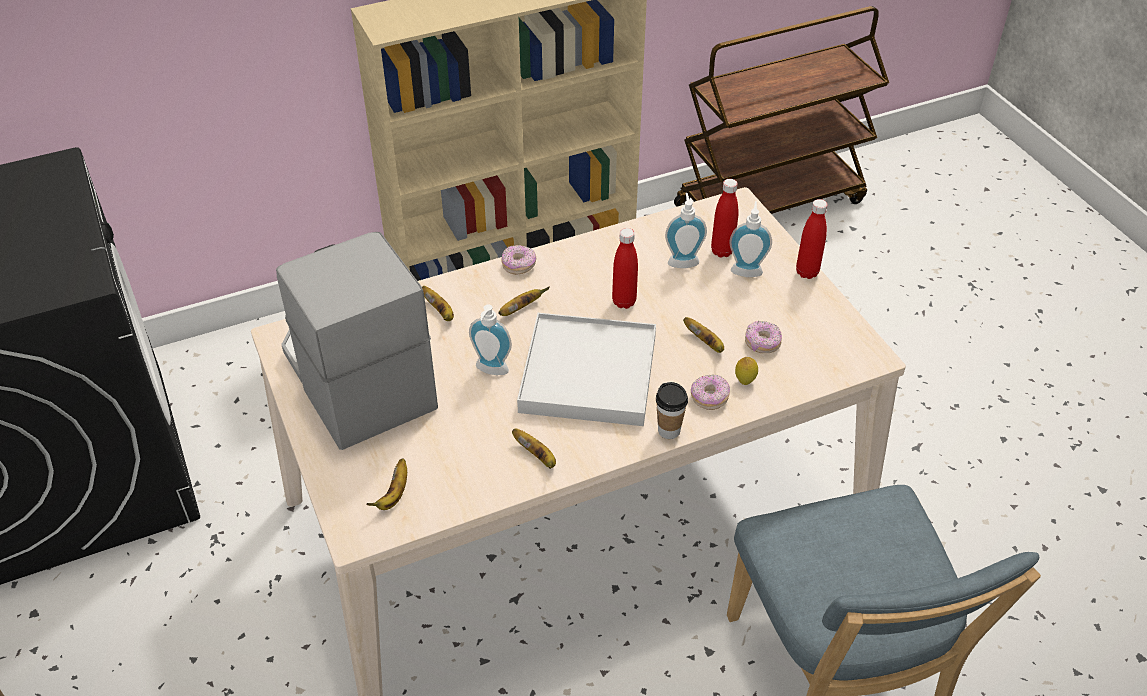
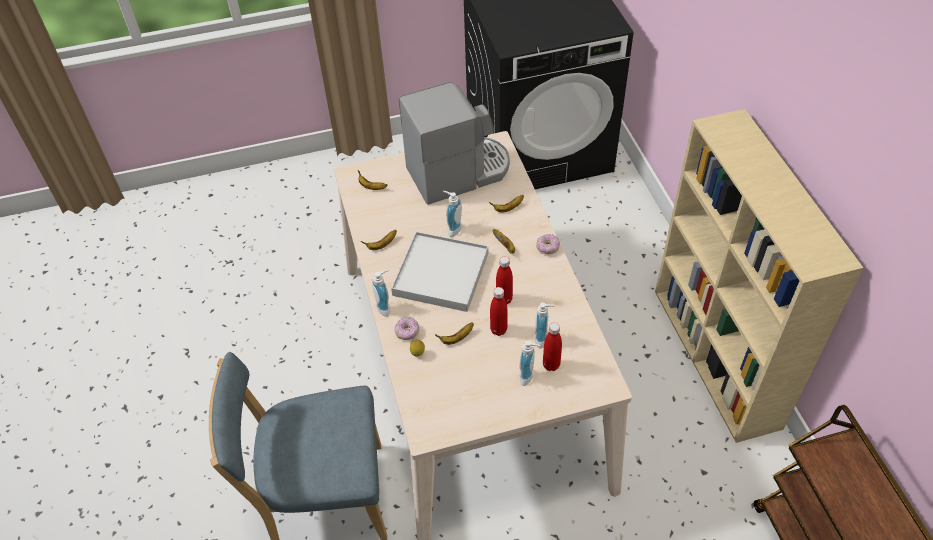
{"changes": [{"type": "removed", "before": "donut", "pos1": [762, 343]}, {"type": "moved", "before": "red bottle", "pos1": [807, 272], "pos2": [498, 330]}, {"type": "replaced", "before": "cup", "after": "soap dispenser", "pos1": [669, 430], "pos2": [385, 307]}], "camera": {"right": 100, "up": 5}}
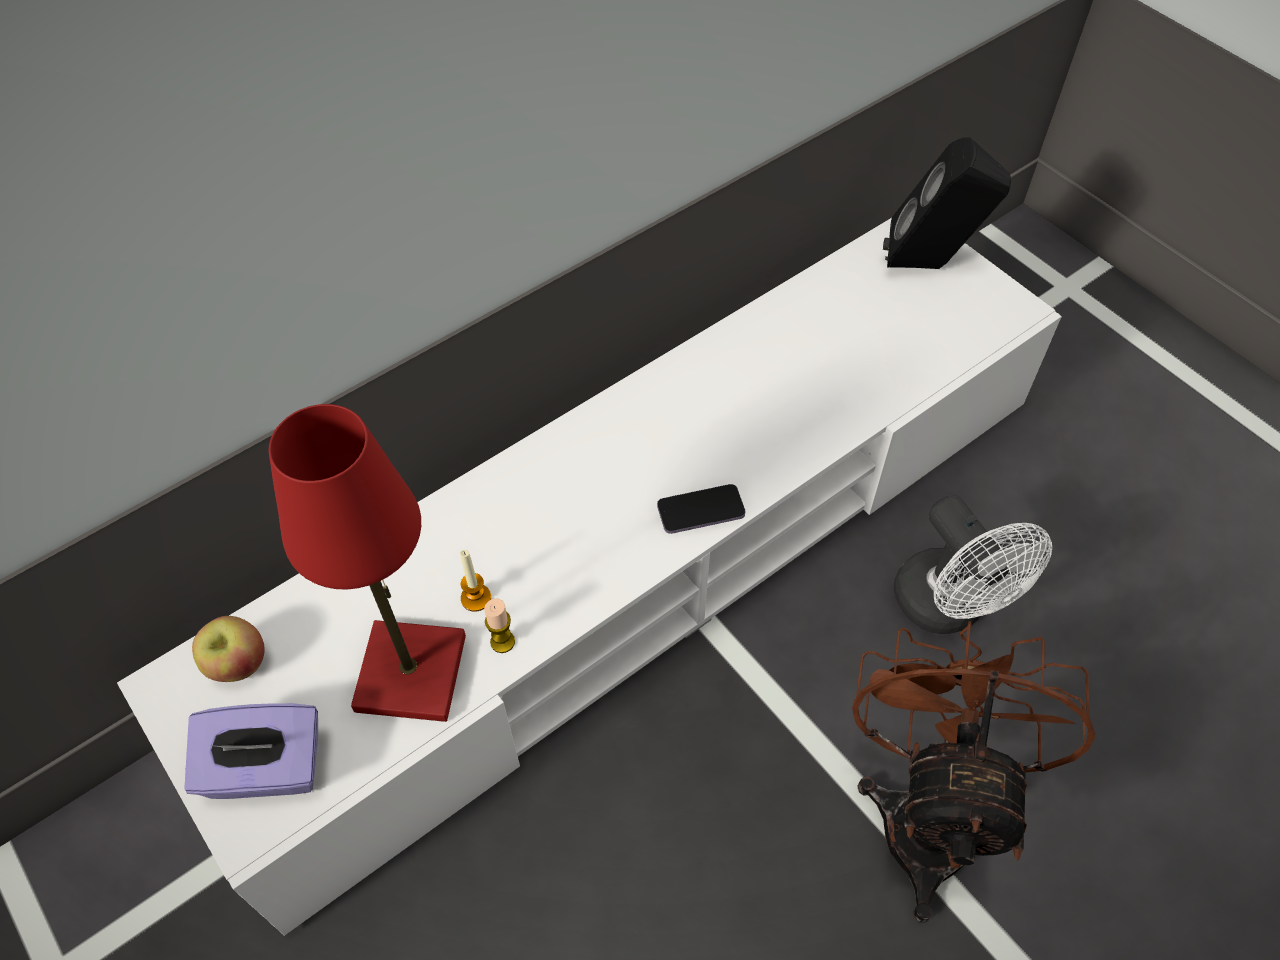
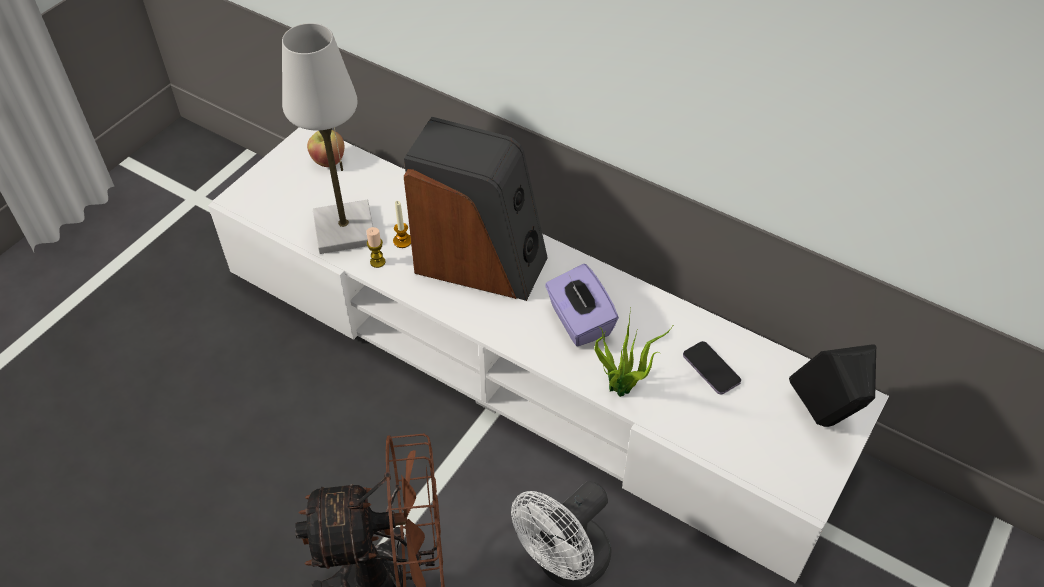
{"changes": [{"type": "added", "after": "speaker", "pos2": [481, 262]}, {"type": "added", "after": "potted plant", "pos2": [623, 389]}, {"type": "moved", "before": "purple tissue box", "pos1": [266, 769], "pos2": [579, 321]}, {"type": "moved", "before": "phone", "pos1": [701, 511], "pos2": [711, 369]}, {"type": "recoloured", "before": "red table lamp", "after": "white table lamp", "pos1": [410, 673], "pos2": [345, 229]}], "camera": {"right": 70, "up": -5}}
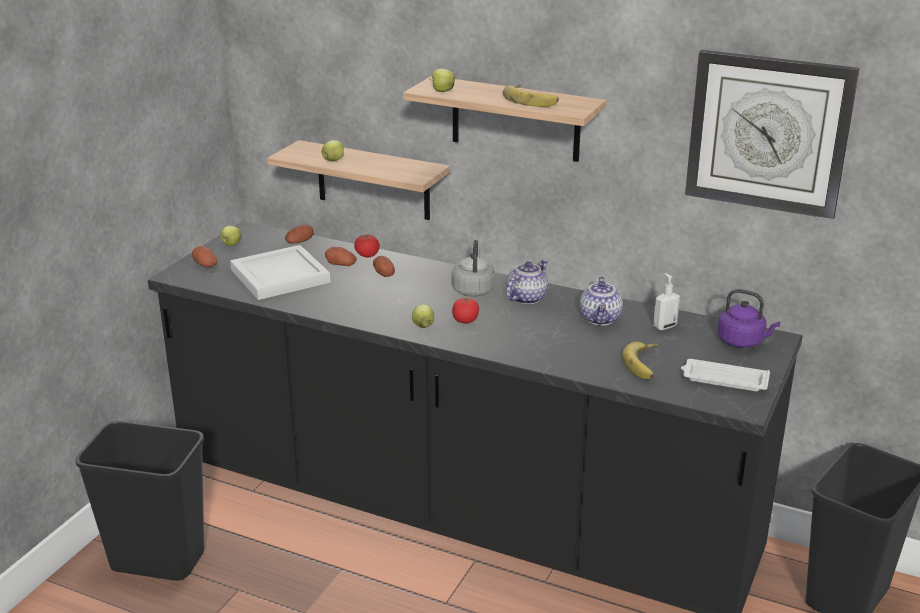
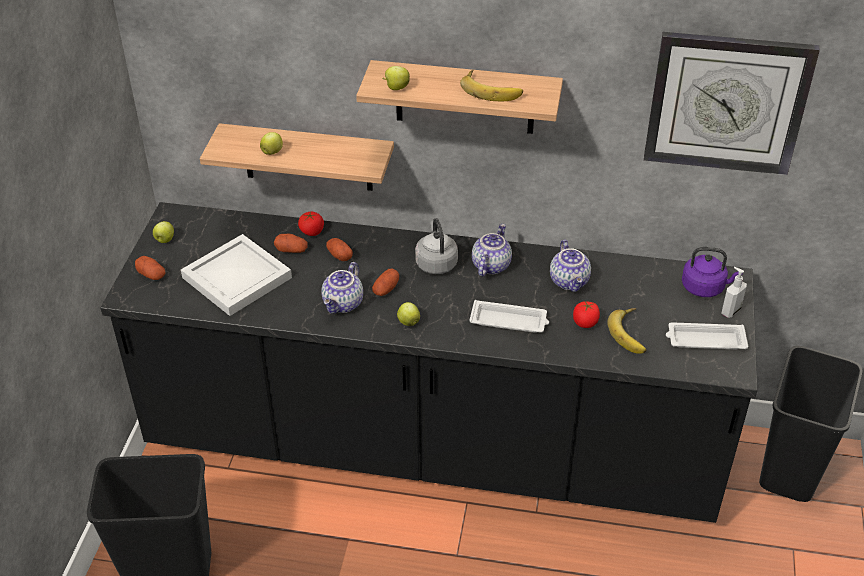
{"changes": [{"type": "added", "after": "teapot", "pos2": [344, 304]}, {"type": "added", "after": "white tray", "pos2": [509, 321]}, {"type": "moved", "before": "potato", "pos1": [299, 242], "pos2": [386, 289]}, {"type": "moved", "before": "tomato", "pos1": [465, 320], "pos2": [585, 322]}, {"type": "moved", "before": "soap dispenser", "pos1": [664, 326], "pos2": [730, 311]}], "camera": {"right": -15, "up": 15}}
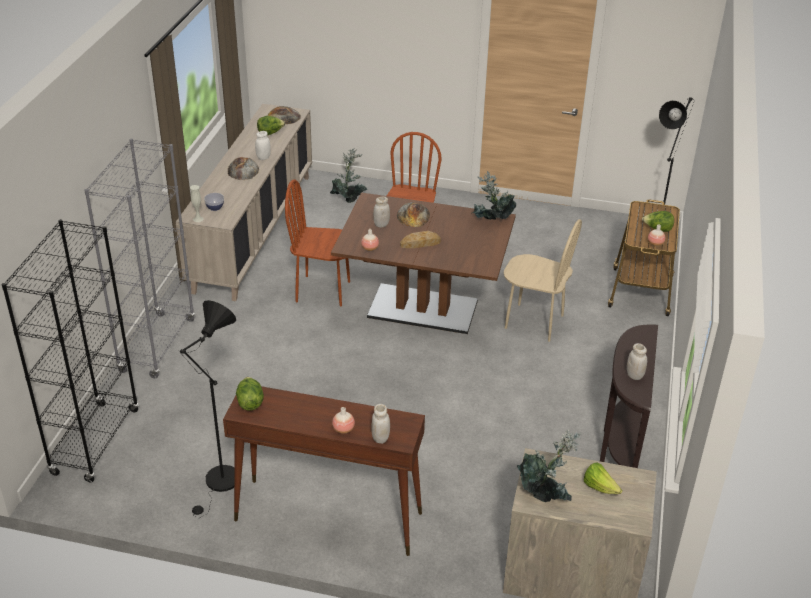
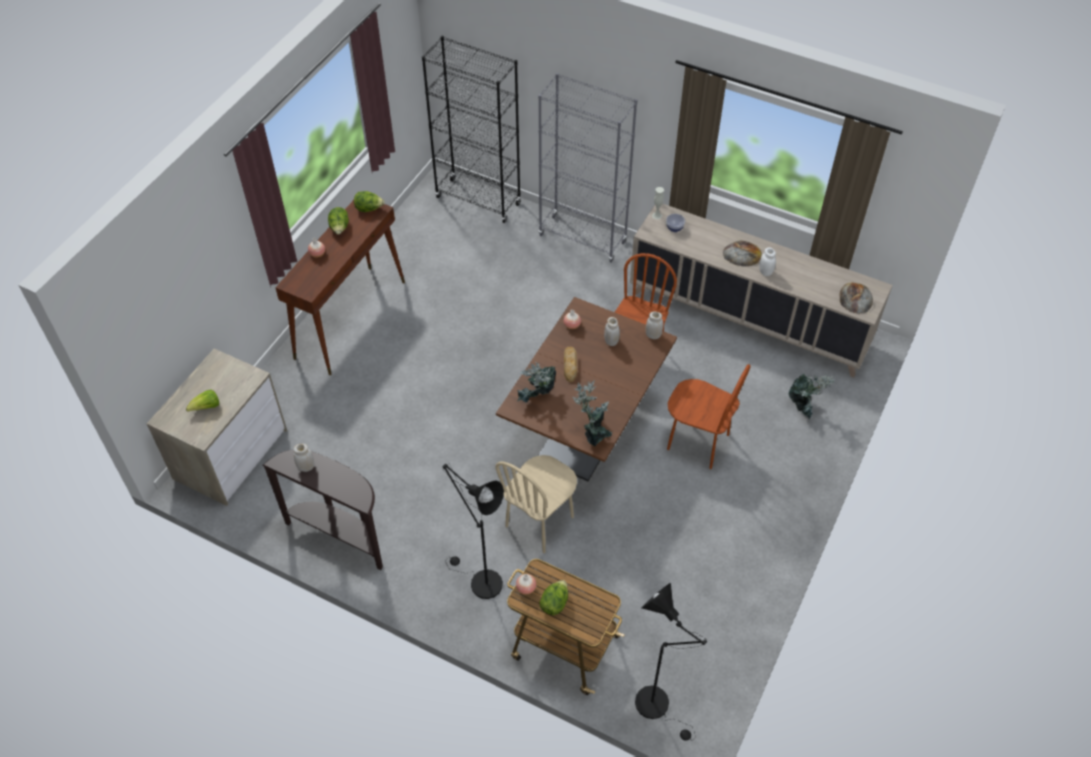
{"changes": [{"type": "removed", "before": "bread", "pos1": [413, 215]}, {"type": "moved", "before": "black floor lamp", "pos1": [220, 484], "pos2": [480, 581]}, {"type": "moved", "before": "lettuce", "pos1": [270, 133], "pos2": [340, 228]}, {"type": "moved", "before": "white jar", "pos1": [380, 438], "pos2": [653, 335]}, {"type": "moved", "before": "potted plant", "pos1": [545, 494], "pos2": [537, 397]}], "camera": {"right": 105, "up": 15}}
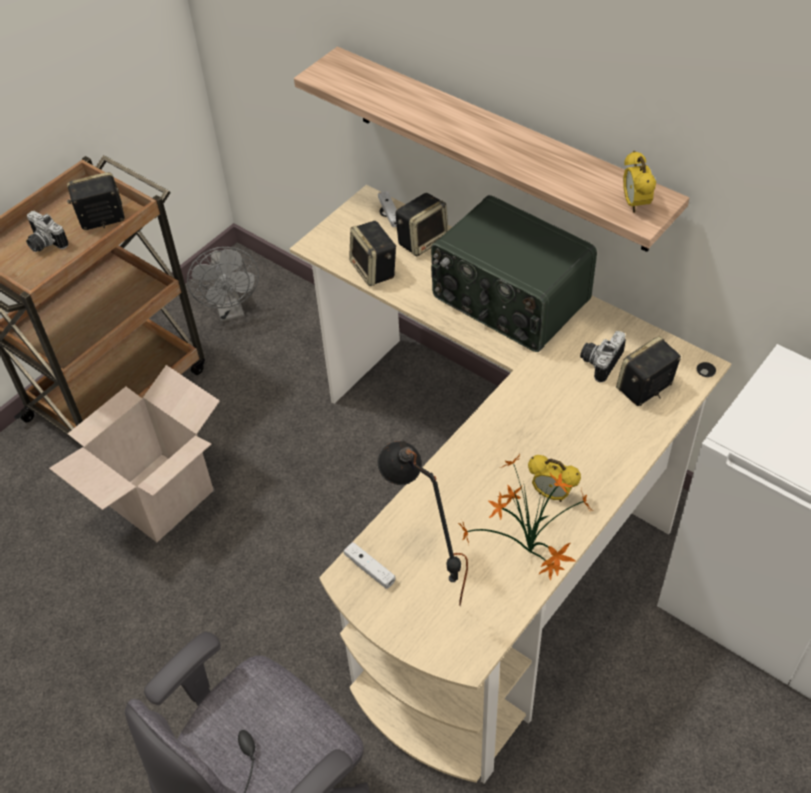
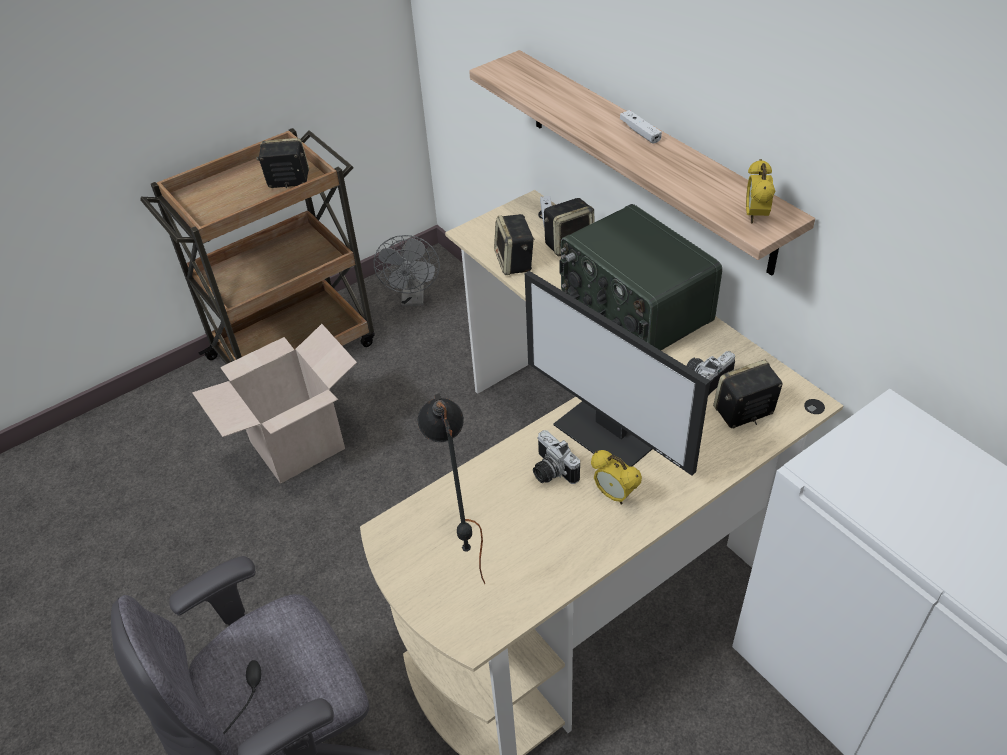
{"changes": [{"type": "removed", "before": "potted plant", "pos1": [530, 555]}, {"type": "added", "after": "monitor", "pos2": [608, 433]}, {"type": "moved", "before": "photo camera", "pos1": [44, 244], "pos2": [550, 471]}, {"type": "moved", "before": "white game controller", "pos1": [369, 569], "pos2": [640, 132]}], "camera": {"right": 15, "up": -5}}
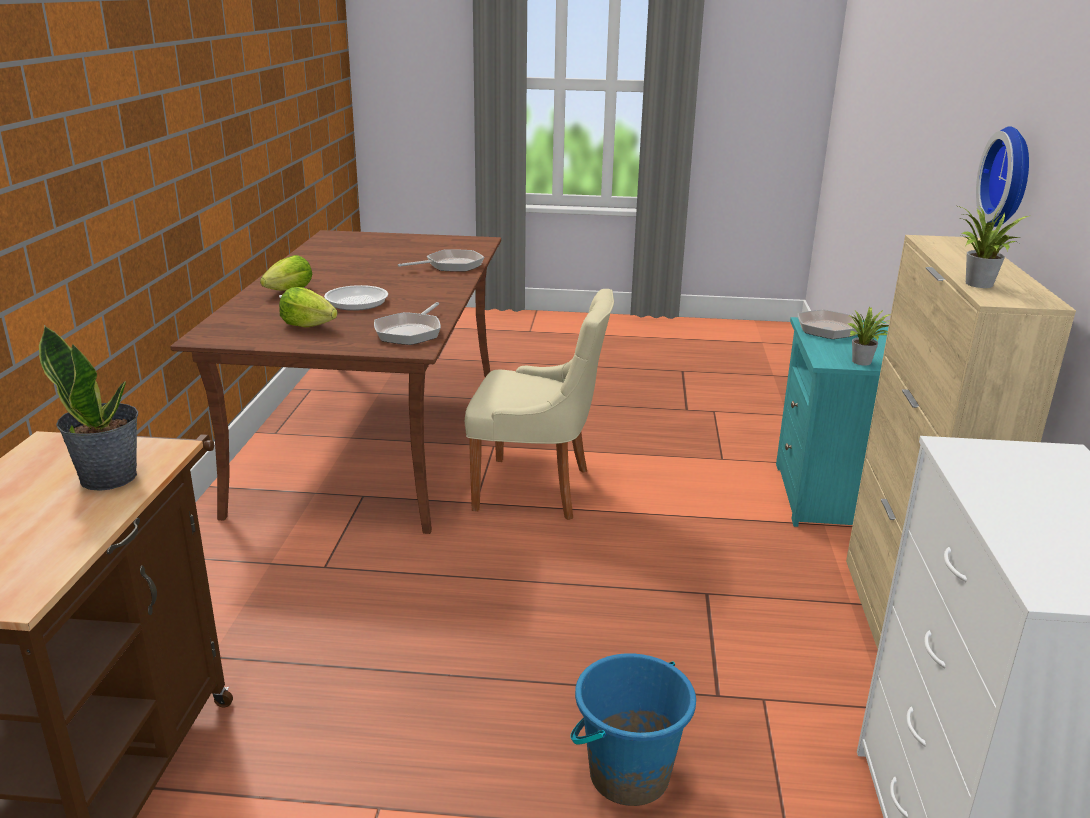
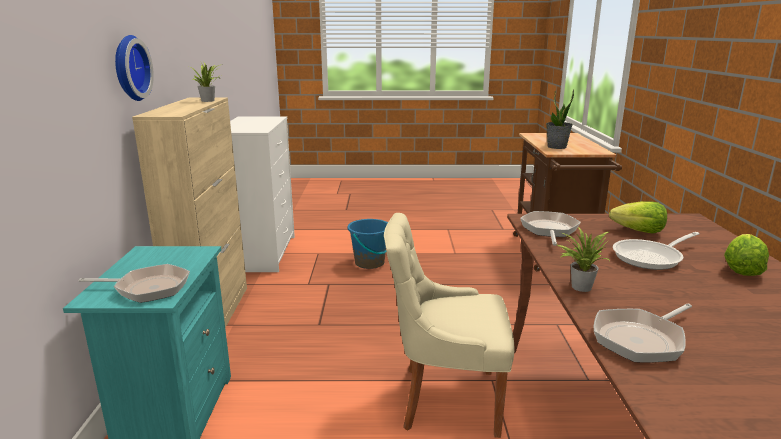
{"changes": [{"type": "moved", "before": "potted plant", "pos1": [863, 362], "pos2": [579, 286]}], "camera": {"right": 175, "up": -5}}
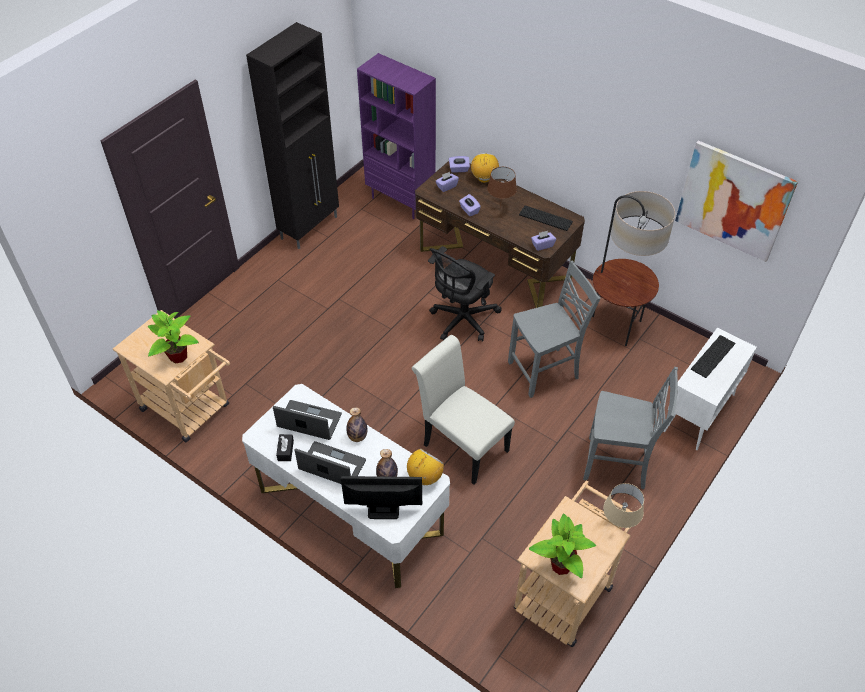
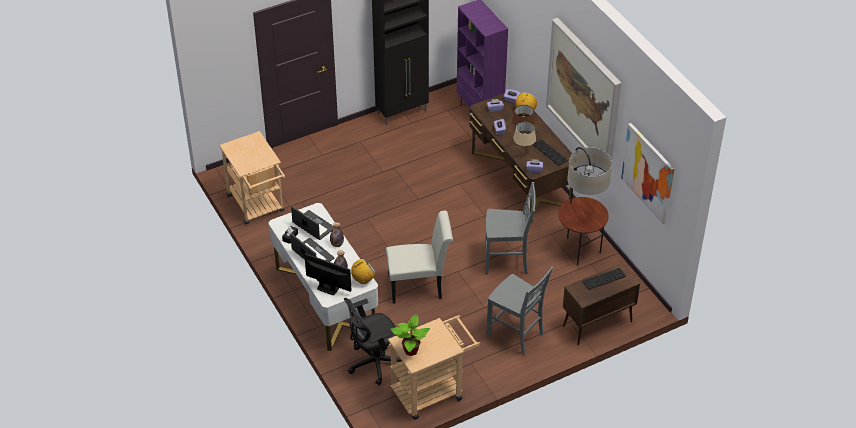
{"changes": [{"type": "removed", "before": "potted plant", "pos1": [178, 356]}, {"type": "added", "after": "picture", "pos2": [584, 94]}, {"type": "moved", "before": "black office chair", "pos1": [461, 321], "pos2": [374, 363]}, {"type": "moved", "before": "beige table lamp", "pos1": [617, 528], "pos2": [523, 153]}, {"type": "recoloured", "before": "white cabinet", "after": "brown cabinet", "pos1": [698, 413], "pos2": [596, 324]}, {"type": "turned", "before": "white chair", "pos1": [461, 444], "pos2": [419, 286], "turn": 105}], "camera": {"right": 25, "up": -5}}
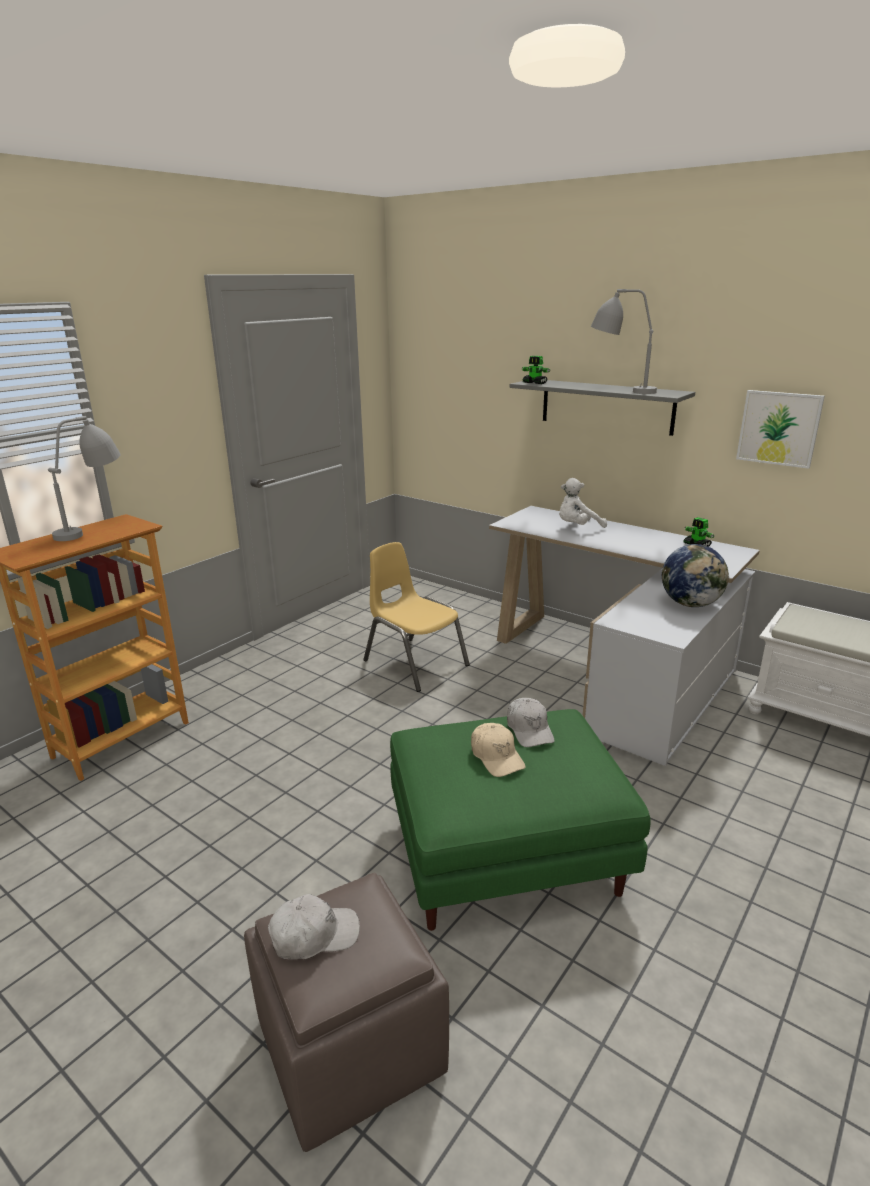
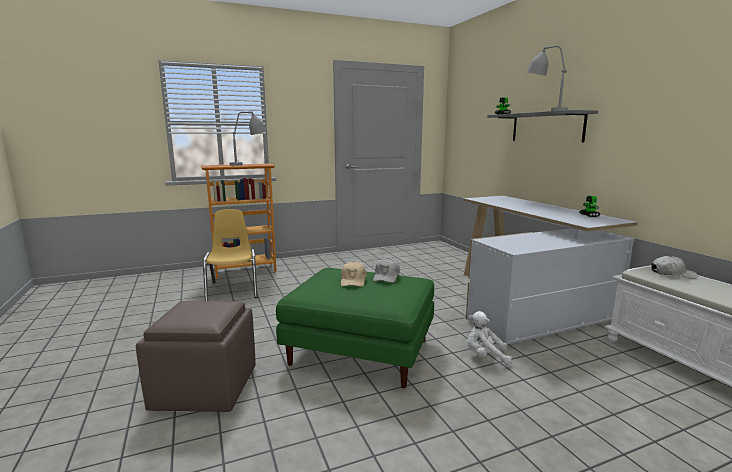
{"changes": [{"type": "removed", "before": "globe", "pos1": [691, 604]}, {"type": "removed", "before": "picture", "pos1": [779, 428]}, {"type": "moved", "before": "white cap", "pos1": [314, 935], "pos2": [672, 274]}, {"type": "moved", "before": "yellow chair", "pos1": [415, 663], "pos2": [233, 290]}, {"type": "moved", "before": "white plush toy", "pos1": [577, 527], "pos2": [485, 356]}], "camera": {"right": 30, "up": -10}}
